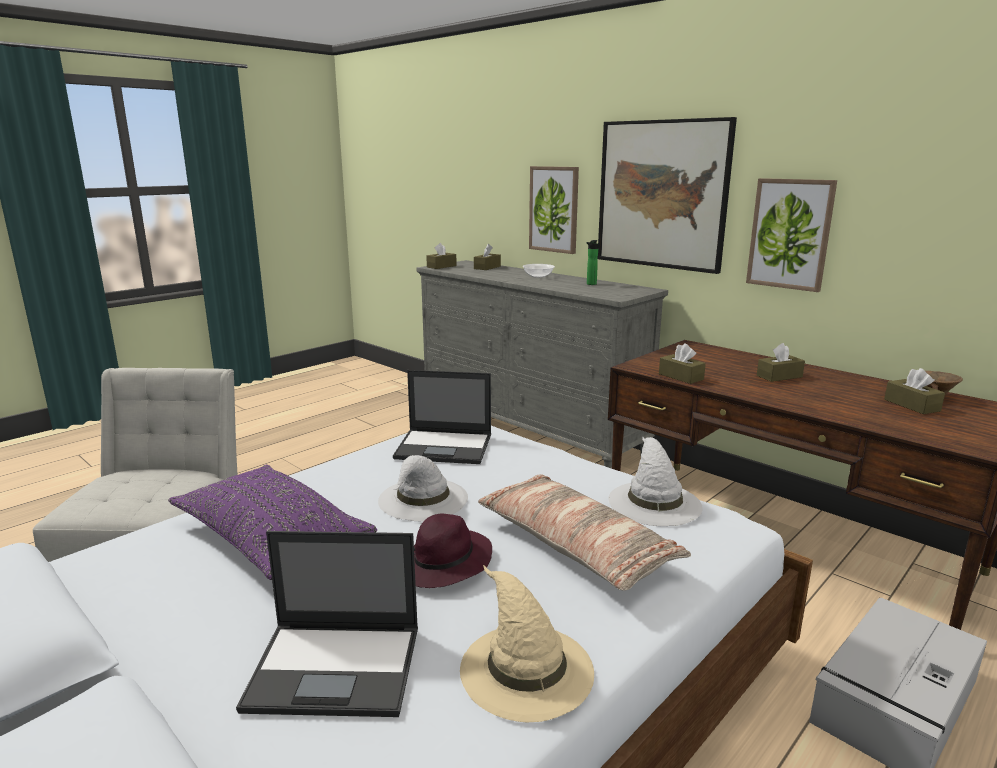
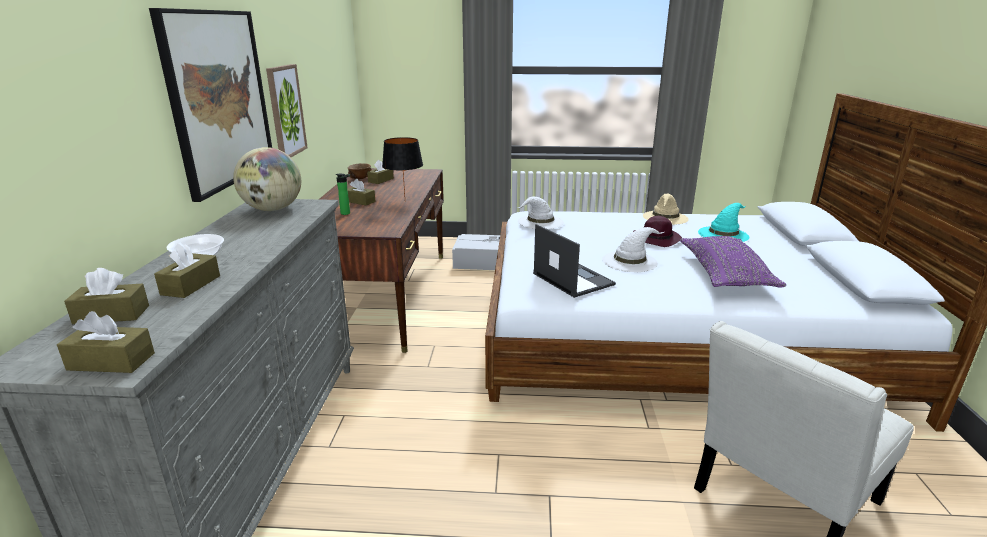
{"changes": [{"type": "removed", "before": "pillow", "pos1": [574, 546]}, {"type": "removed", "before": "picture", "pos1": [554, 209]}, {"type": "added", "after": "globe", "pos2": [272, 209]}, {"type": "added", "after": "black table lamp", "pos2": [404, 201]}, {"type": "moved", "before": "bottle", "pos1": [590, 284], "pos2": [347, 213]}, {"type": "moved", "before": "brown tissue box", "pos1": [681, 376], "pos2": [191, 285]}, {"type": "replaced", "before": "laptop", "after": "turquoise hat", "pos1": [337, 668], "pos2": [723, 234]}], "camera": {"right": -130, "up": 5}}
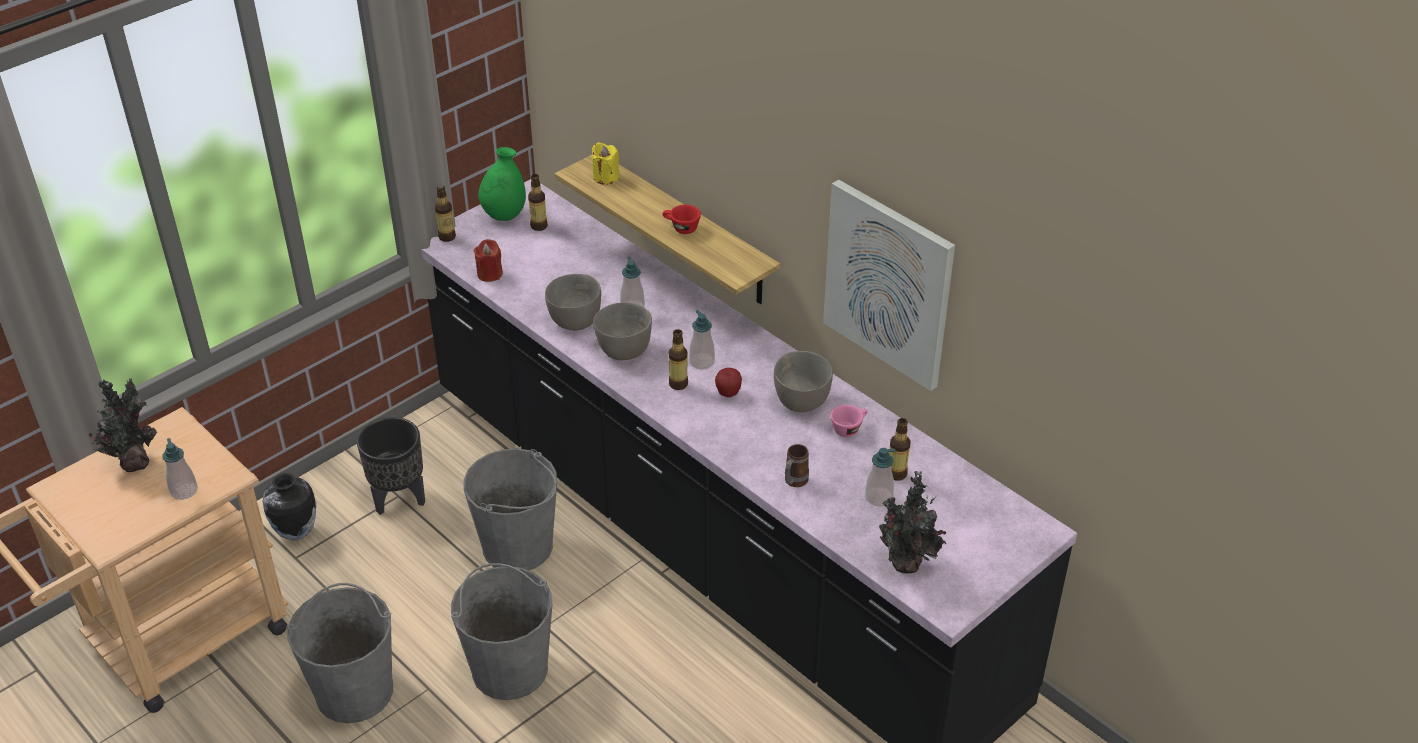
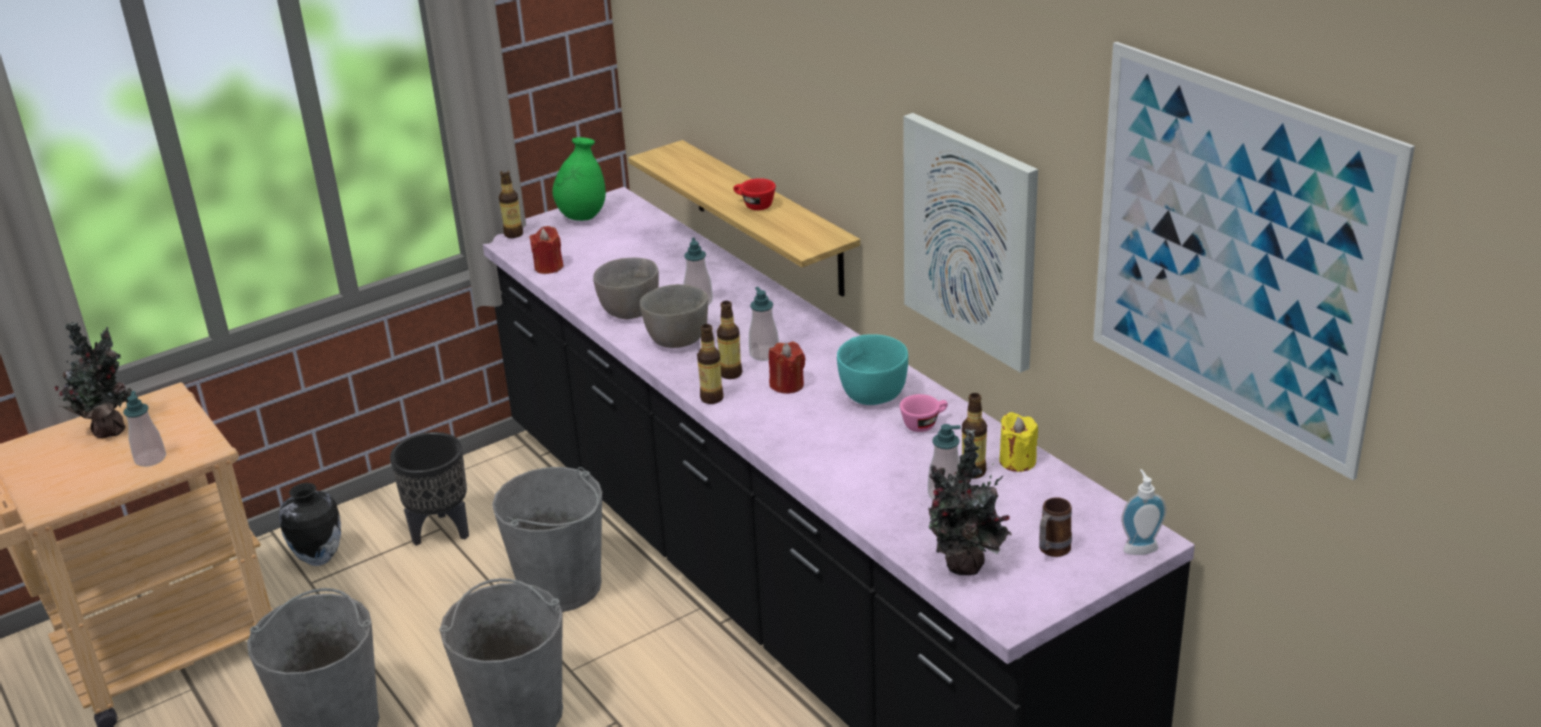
{"changes": [{"type": "added", "after": "picture", "pos2": [1234, 255]}, {"type": "added", "after": "soap dispenser", "pos2": [1139, 547]}, {"type": "moved", "before": "bottle", "pos1": [539, 226], "pos2": [712, 398]}, {"type": "moved", "before": "yellow candle", "pos1": [606, 177], "pos2": [1017, 461]}, {"type": "moved", "before": "mug", "pos1": [794, 483], "pos2": [1051, 551]}, {"type": "replaced", "before": "apple", "after": "red candle", "pos1": [728, 393], "pos2": [787, 385]}, {"type": "recoloured", "before": "grey bowl", "after": "turquoise bowl", "pos1": [801, 401], "pos2": [872, 395]}], "camera": {"right": 10, "up": -10}}
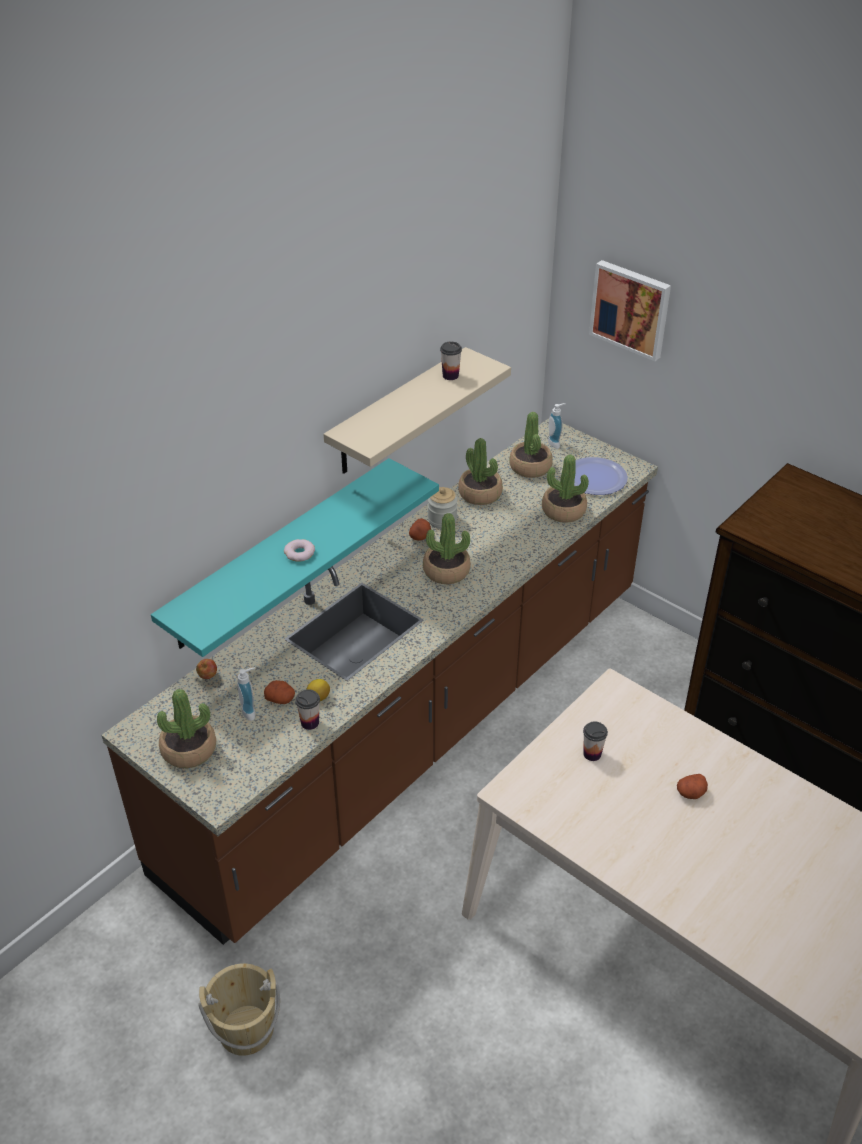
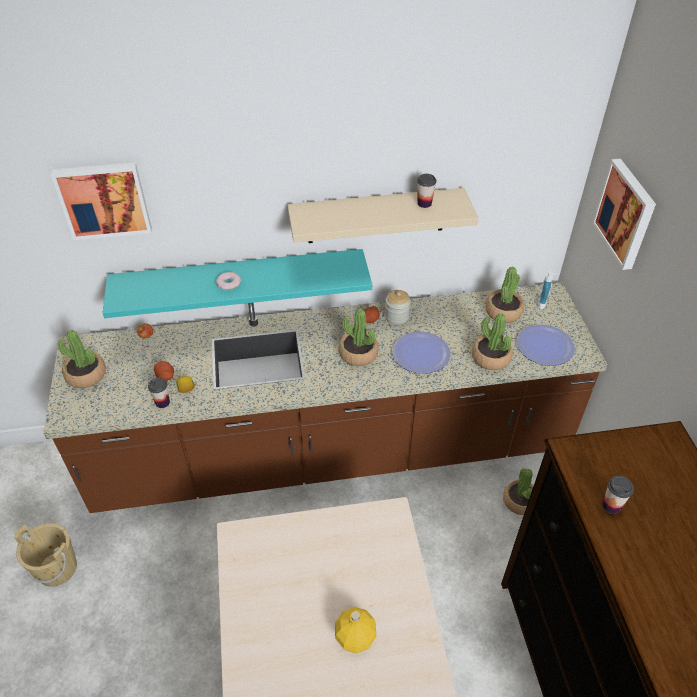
{"changes": [{"type": "removed", "before": "soap dispenser", "pos1": [251, 711]}, {"type": "added", "after": "picture", "pos2": [104, 199]}, {"type": "added", "after": "plate", "pos2": [421, 353]}, {"type": "moved", "before": "potted plant", "pos1": [480, 494], "pos2": [520, 501]}, {"type": "moved", "before": "cup", "pos1": [592, 754], "pos2": [611, 505]}, {"type": "replaced", "before": "potato", "after": "yellow bottle", "pos1": [690, 793], "pos2": [355, 636]}], "camera": {"right": 40, "up": 5}}
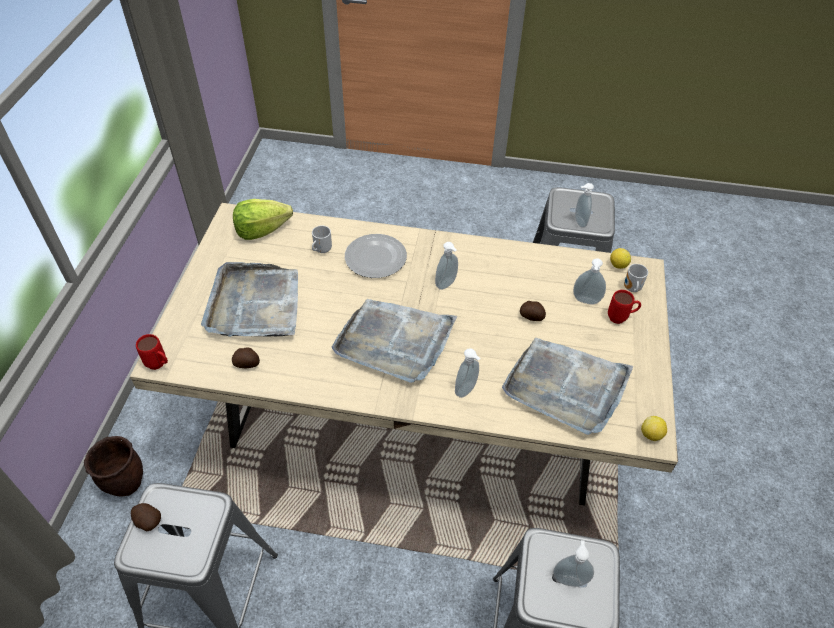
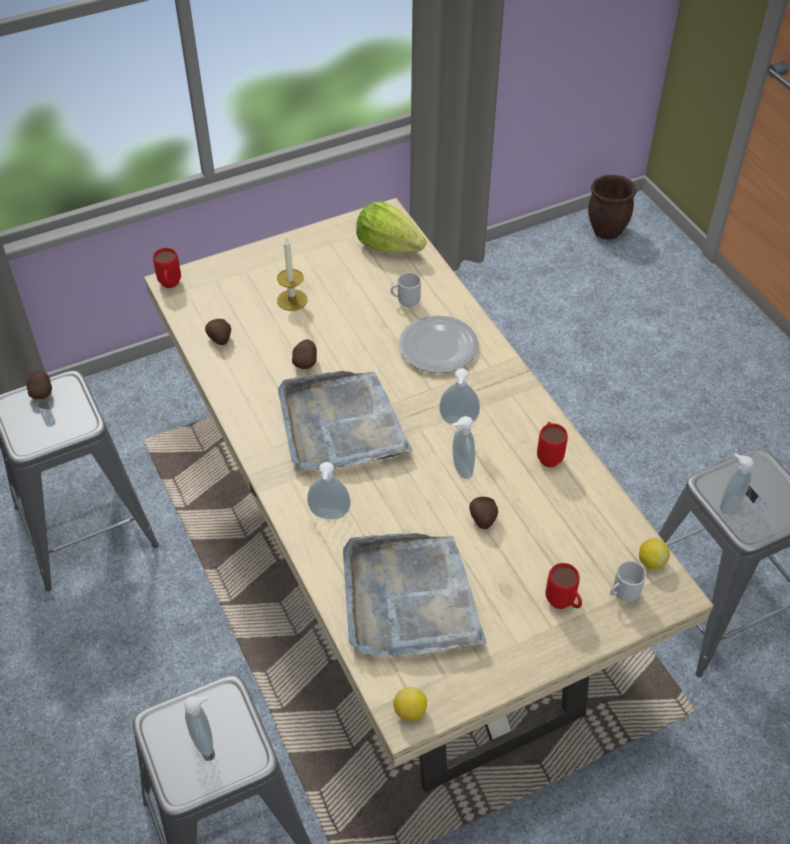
{"changes": [{"type": "added", "after": "potato", "pos2": [306, 362]}, {"type": "added", "after": "red mug", "pos2": [548, 455]}, {"type": "moved", "before": "brown planter", "pos1": [126, 484], "pos2": [606, 231]}, {"type": "moved", "before": "soap dispenser", "pos1": [585, 301], "pos2": [460, 469]}, {"type": "replaced", "before": "grey tray", "after": "candle", "pos1": [254, 304], "pos2": [292, 300]}], "camera": {"right": 55, "up": 0}}
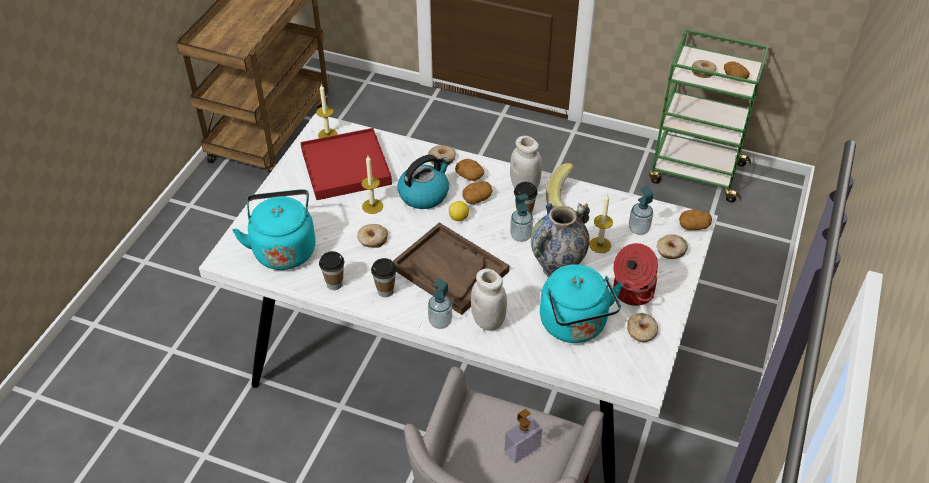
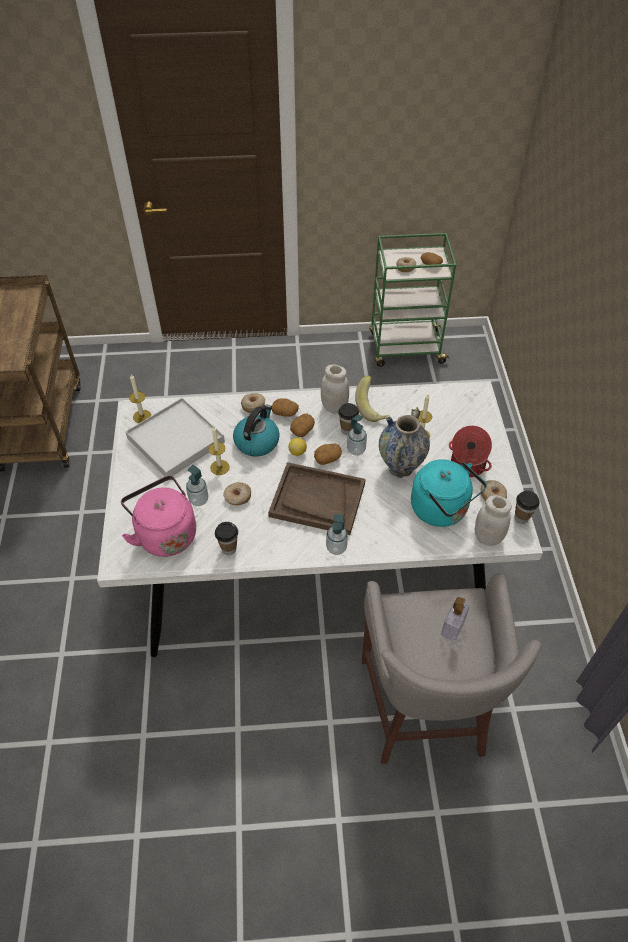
{"changes": [{"type": "removed", "before": "donut", "pos1": [671, 251]}, {"type": "moved", "before": "cup", "pos1": [385, 291], "pos2": [521, 518]}, {"type": "moved", "before": "white jar", "pos1": [488, 321], "pos2": [487, 537]}, {"type": "moved", "before": "soap dispenser", "pos1": [639, 229], "pos2": [199, 500]}, {"type": "moved", "before": "potato", "pos1": [694, 226], "pos2": [327, 458]}, {"type": "recoloured", "before": "turquoise kettle", "after": "pink kettle", "pos1": [284, 248], "pos2": [165, 533]}, {"type": "recoloured", "before": "red tray", "after": "white tray", "pos1": [346, 167], "pos2": [176, 440]}], "camera": {"right": -25, "up": 5}}
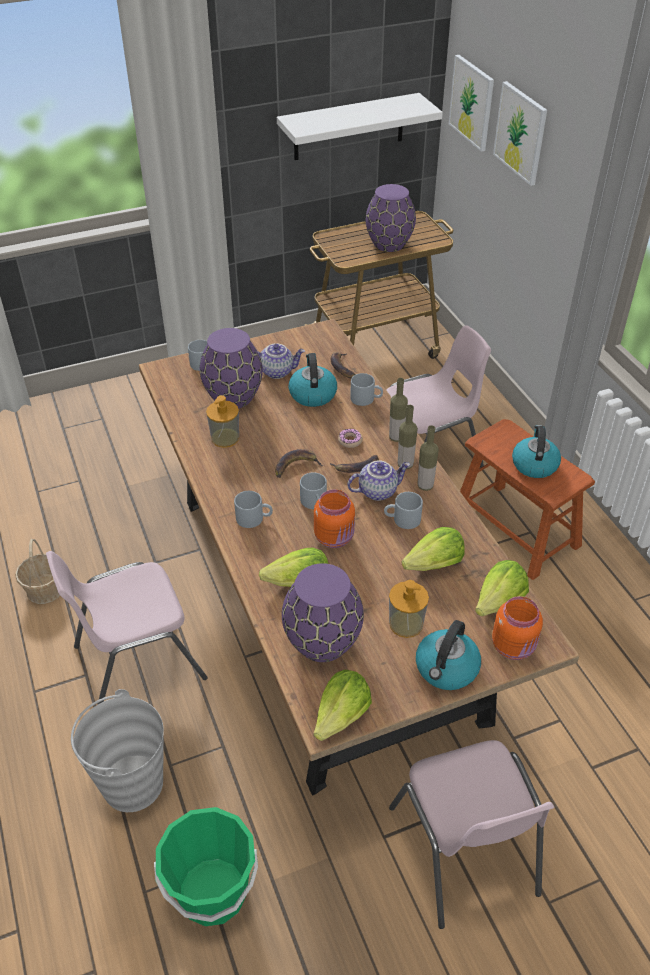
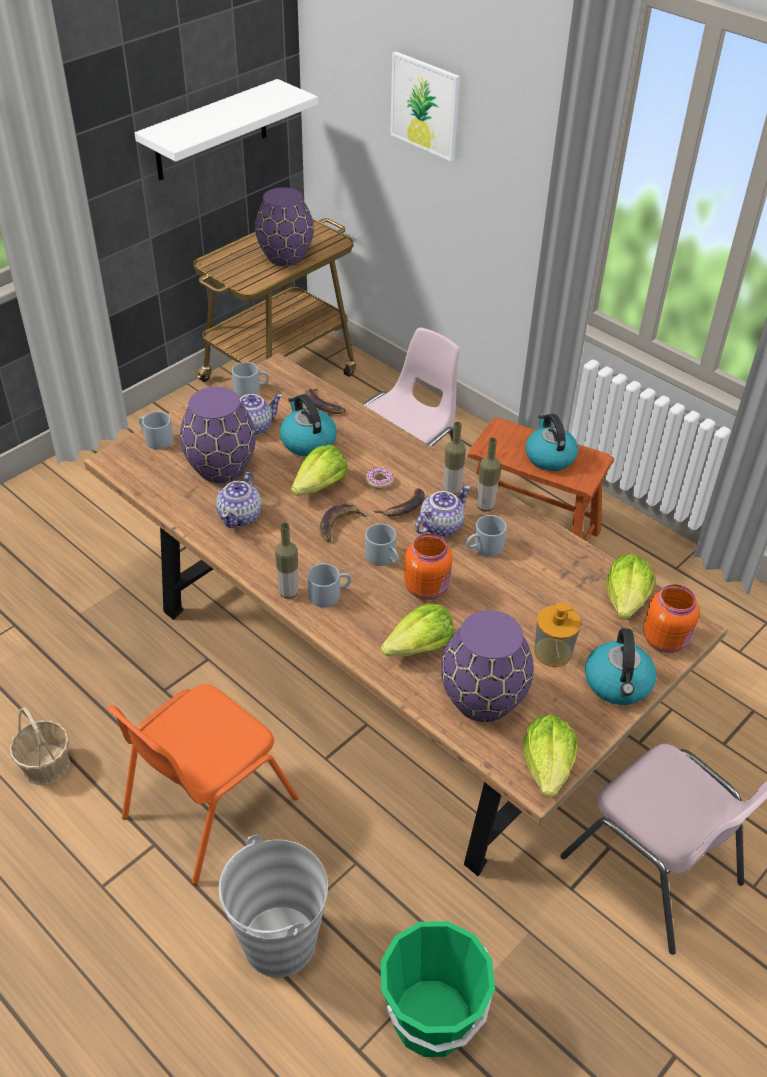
{"changes": [{"type": "removed", "before": "picture", "pos1": [472, 102]}, {"type": "moved", "before": "grey mug", "pos1": [366, 399], "pos2": [251, 389]}, {"type": "moved", "before": "bottle", "pos1": [396, 437], "pos2": [288, 592]}, {"type": "moved", "before": "lettuce", "pos1": [434, 564], "pos2": [320, 486]}, {"type": "replaced", "before": "soap dispenser", "after": "teapot", "pos1": [225, 438], "pos2": [240, 516]}, {"type": "recoloured", "before": "pink chair", "after": "orange chair", "pos1": [137, 661], "pos2": [206, 807]}], "camera": {"right": -25, "up": 0}}
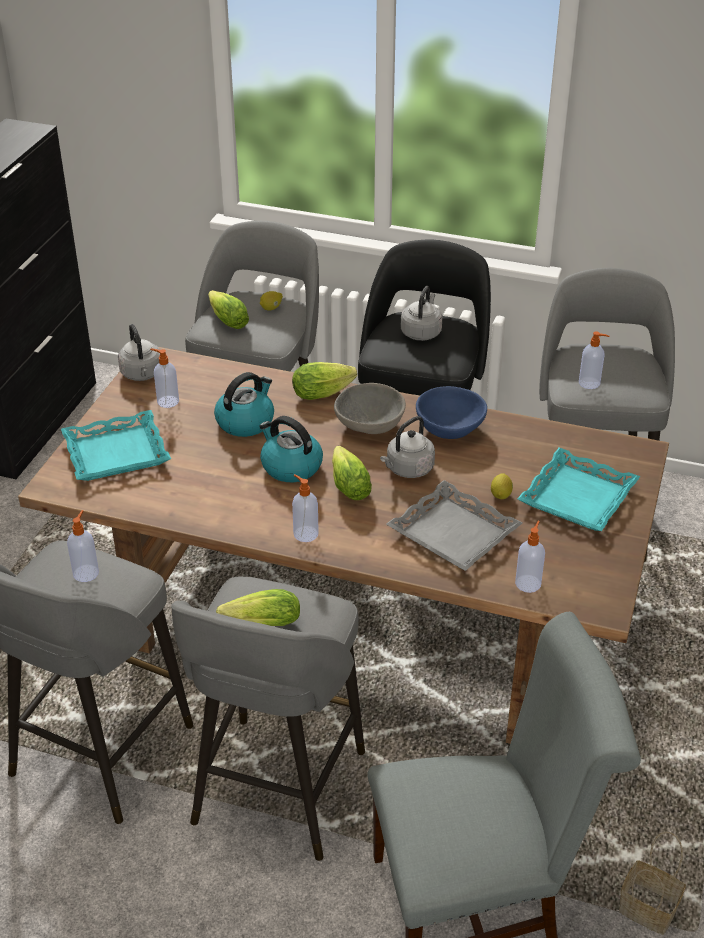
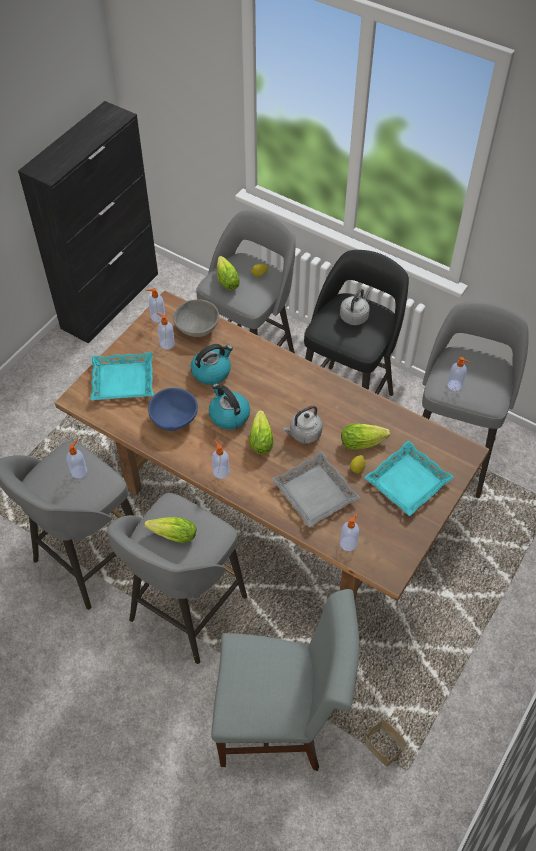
{"changes": [{"type": "moved", "before": "lettuce", "pos1": [325, 392], "pos2": [365, 442]}, {"type": "moved", "before": "grey bowl", "pos1": [368, 425], "pos2": [196, 327]}, {"type": "moved", "before": "blue bowl", "pos1": [449, 429], "pos2": [173, 419]}, {"type": "replaced", "before": "grey kettle", "after": "soap dispenser", "pos1": [142, 374], "pos2": [157, 317]}], "camera": {"right": 15, "up": 15}}
